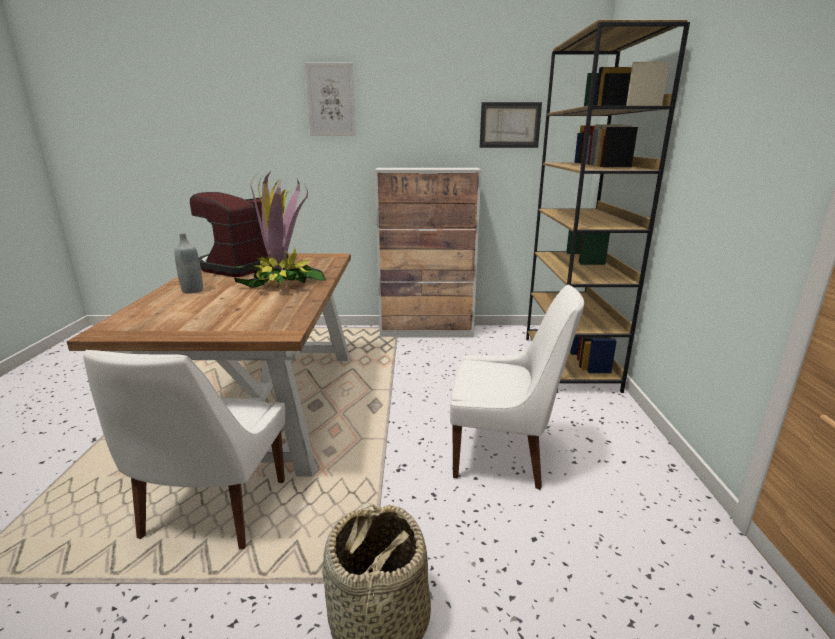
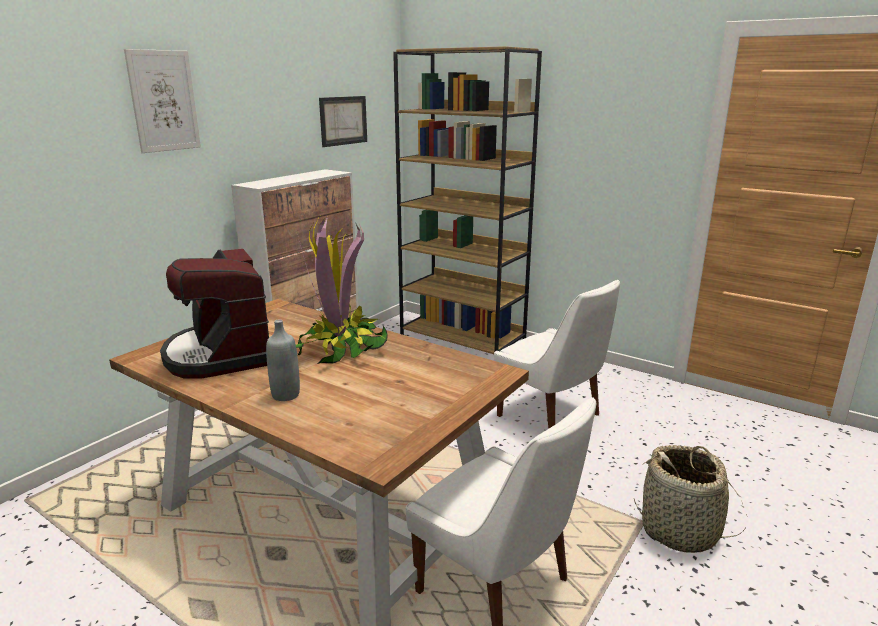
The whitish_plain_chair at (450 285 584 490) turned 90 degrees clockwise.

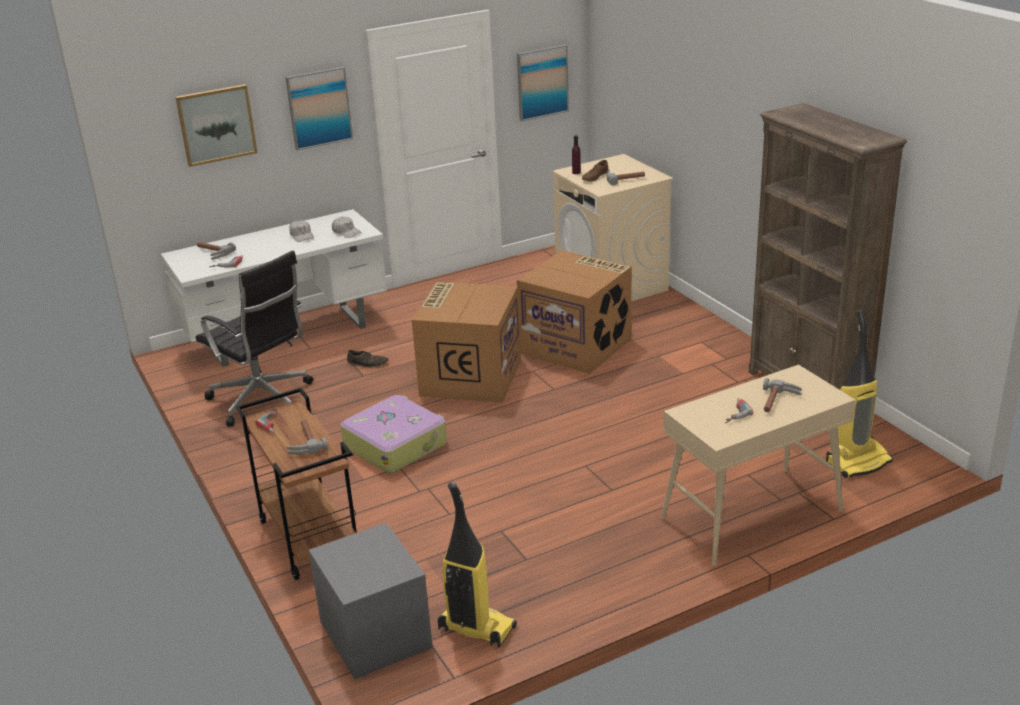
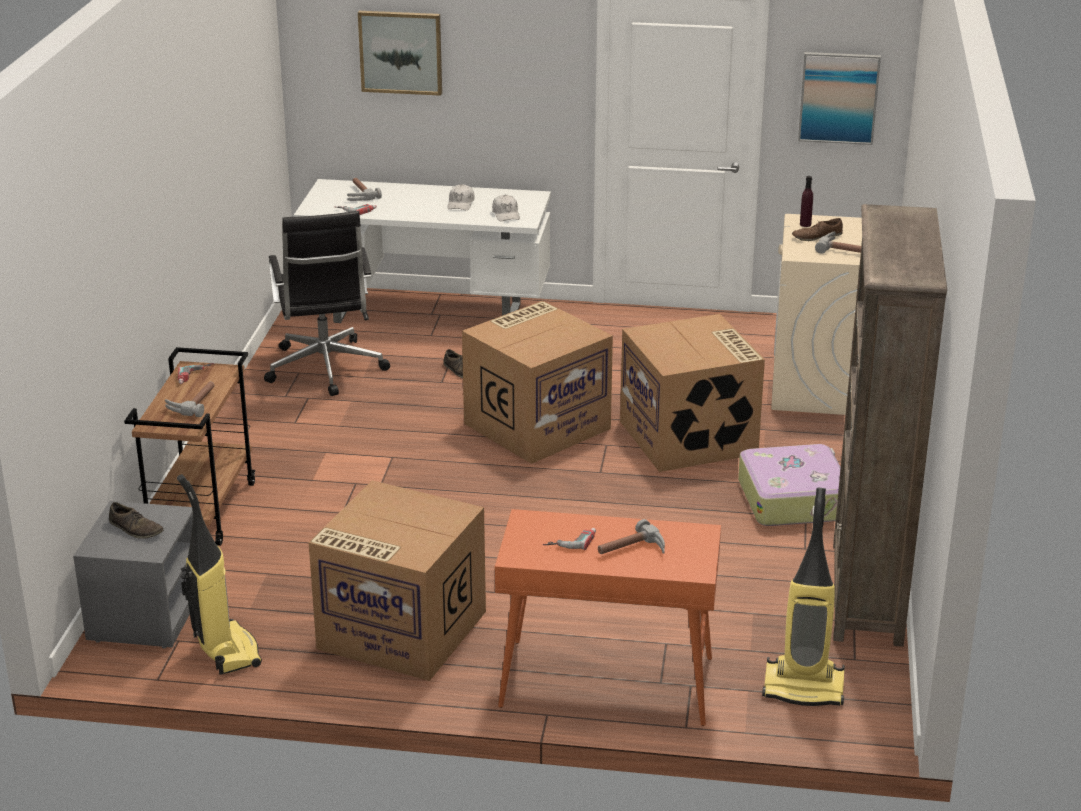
The brown-coloured_low_shoe at (109 502 164 539) appeared.
The cardboard_box at (309 480 486 681) appeared.
The beige_console_table at (661 365 856 566) became the orange-coloured_console_table at (495 509 721 726).
The suitcase moved from (340 395 447 473) to (738 444 841 526).
The picture at (285 67 353 151) disappeared.

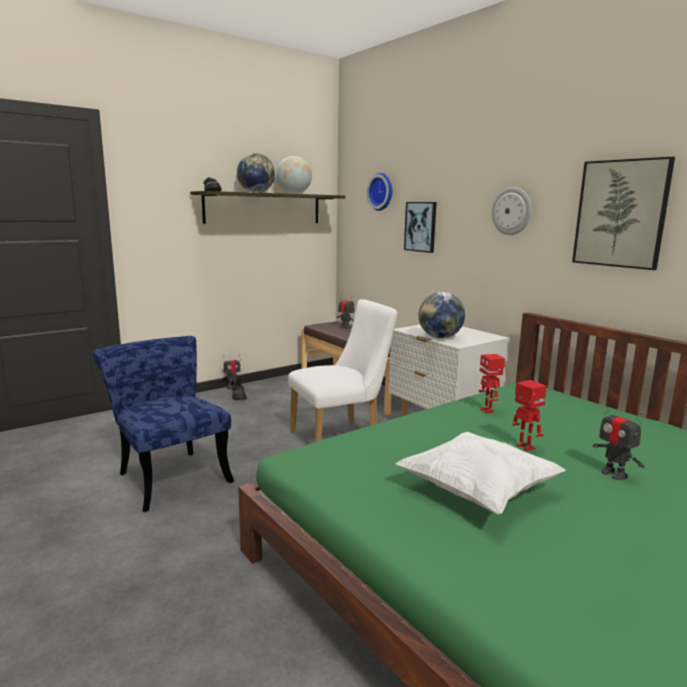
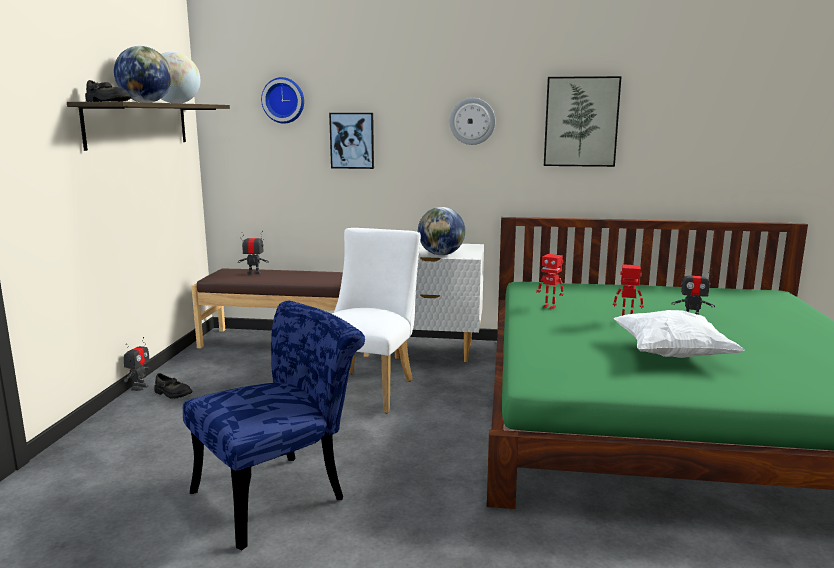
The bluish_plain_chair at (92 336 234 512) turned 135 degrees clockwise.

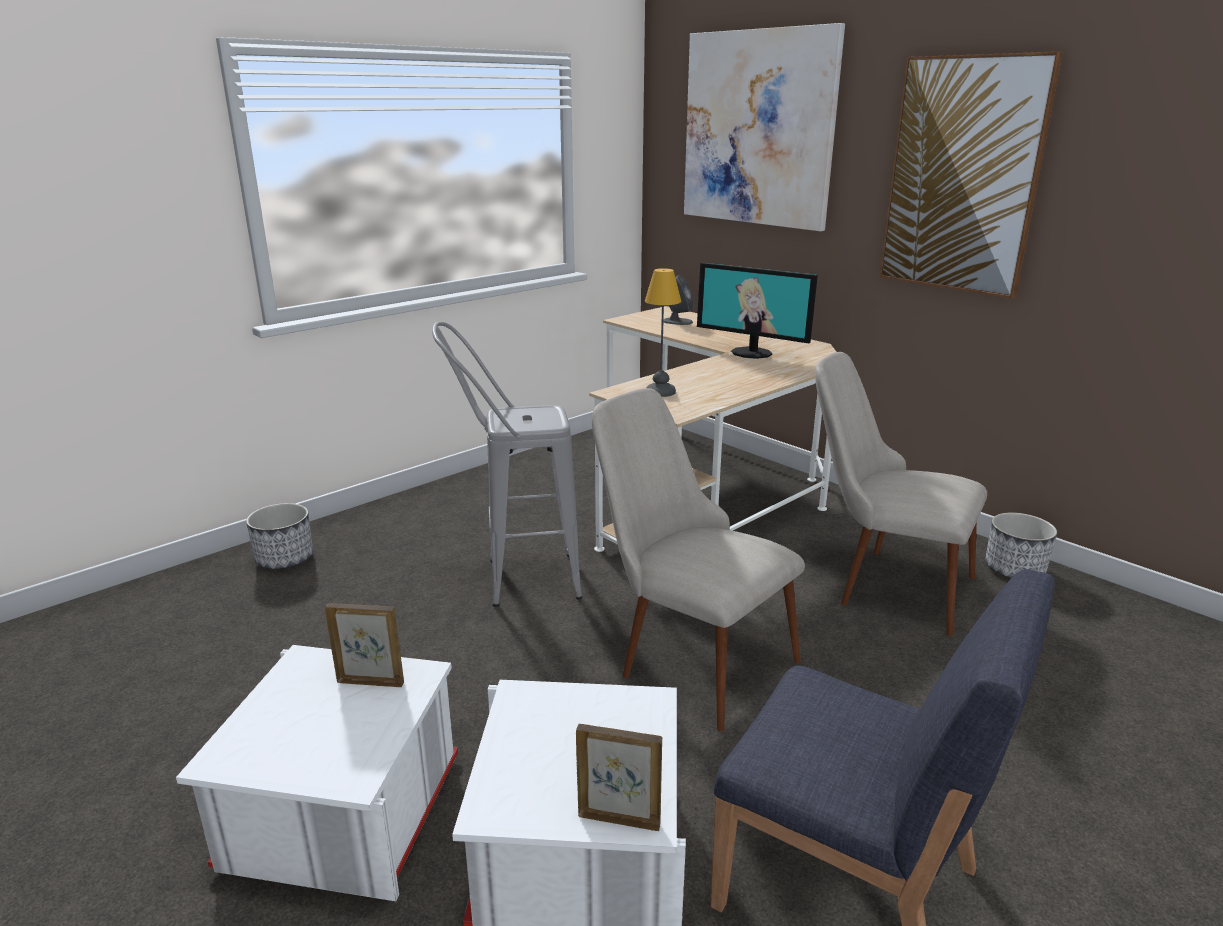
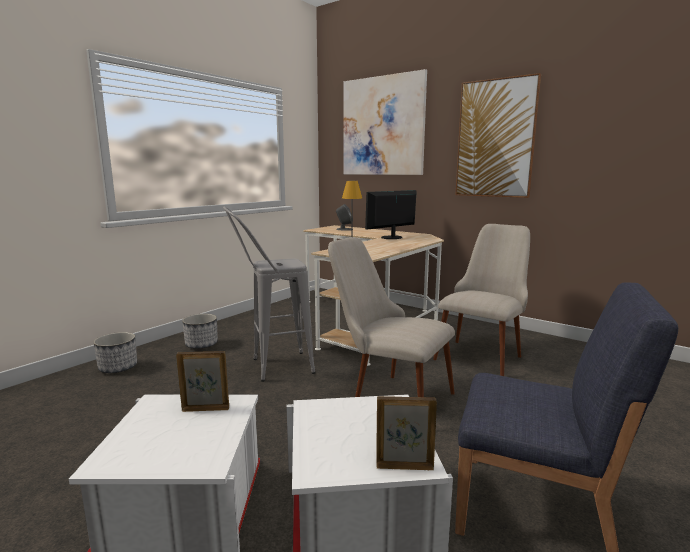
The flower_pot moved from (985 513 1057 578) to (182 314 218 349).
The monitor at (697 263 818 359) turned 120 degrees clockwise.
The beige_plain_chair at (815 352 987 636) turned 105 degrees clockwise.

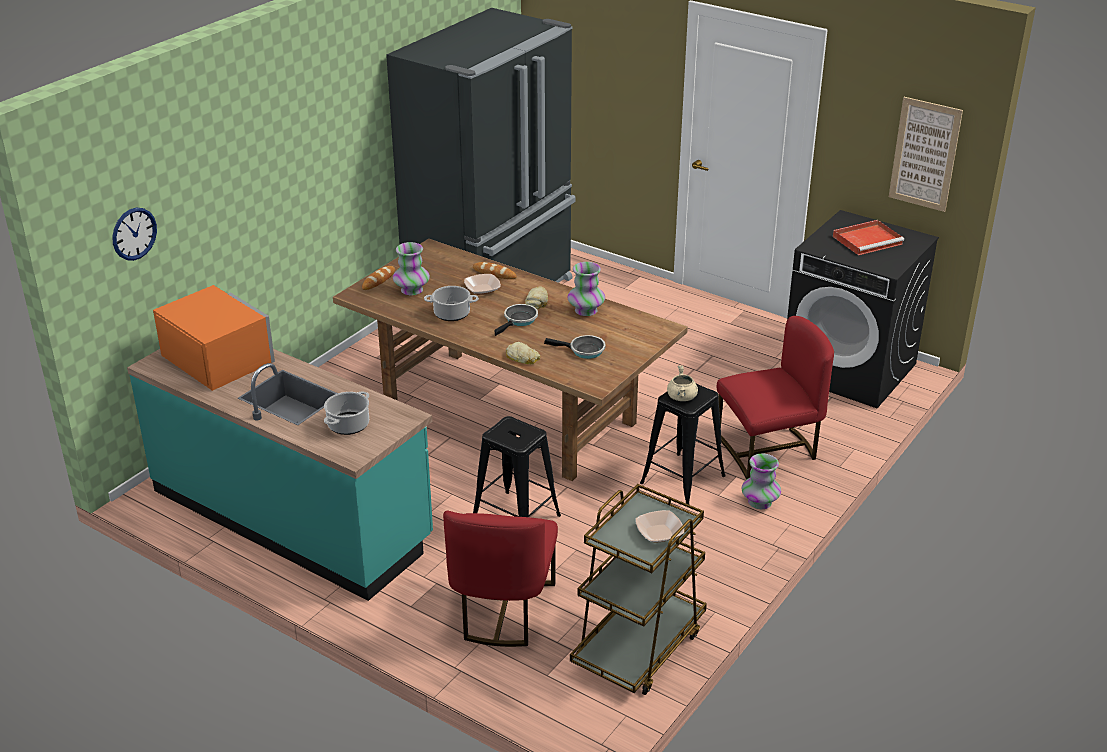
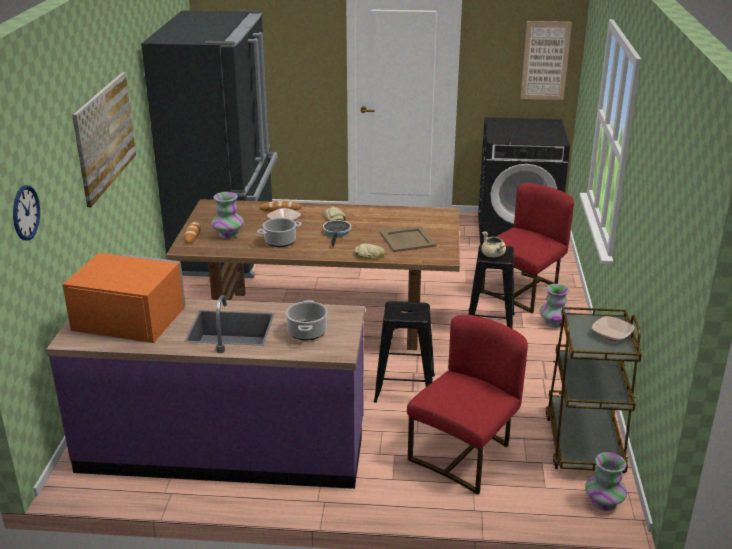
The turquoise-coloured_kitchen_counter at (127 349 433 601) became the purple_kitchen_counter at (46 295 365 489).
The picture at (72 72 136 207) appeared.
The frying_pan at (544 335 606 359) was replaced by the beige_carrying_tray at (380 226 436 252).
The red_plain_chair at (443 511 558 647) turned 120 degrees counterclockwise.
The decorative_vase moved from (568 262 605 316) to (585 452 627 511).
The red_carrying_tray at (833 220 904 255) disappeared.

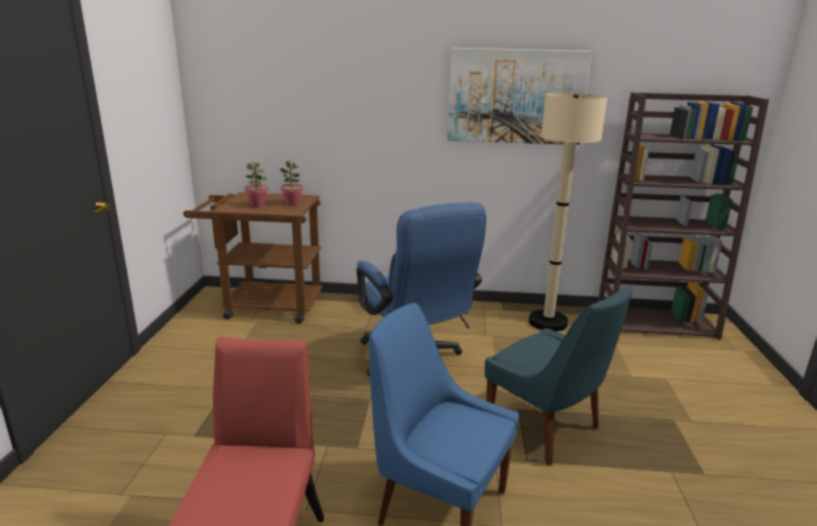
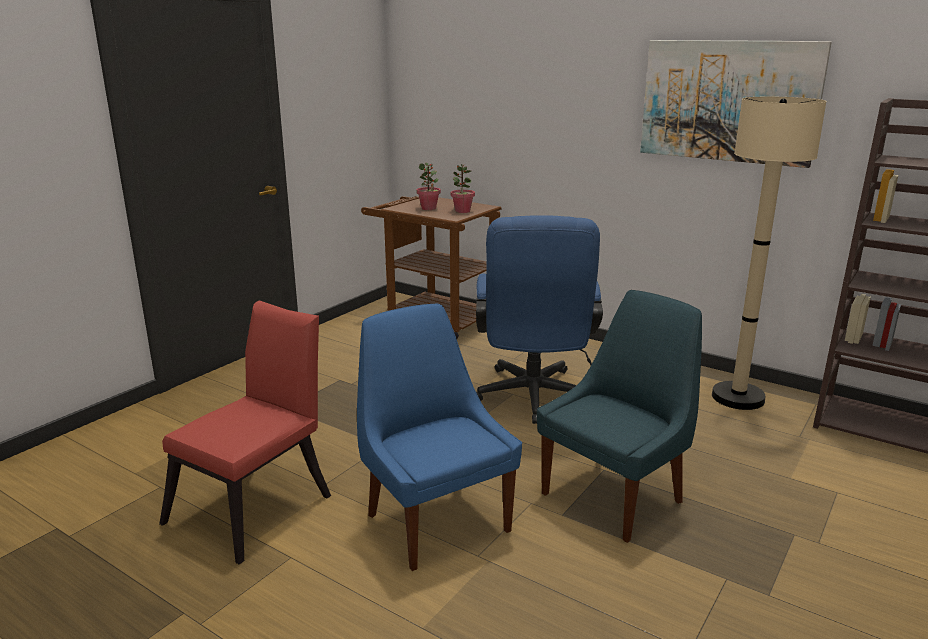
The bluish_plain_chair at (485 286 632 466) turned 120 degrees counterclockwise.

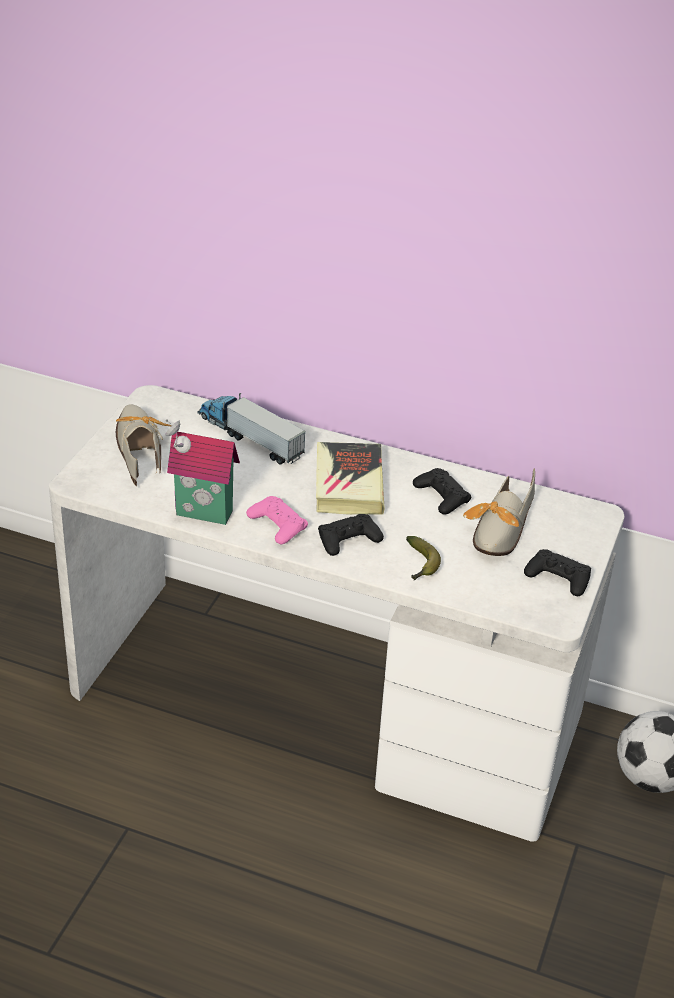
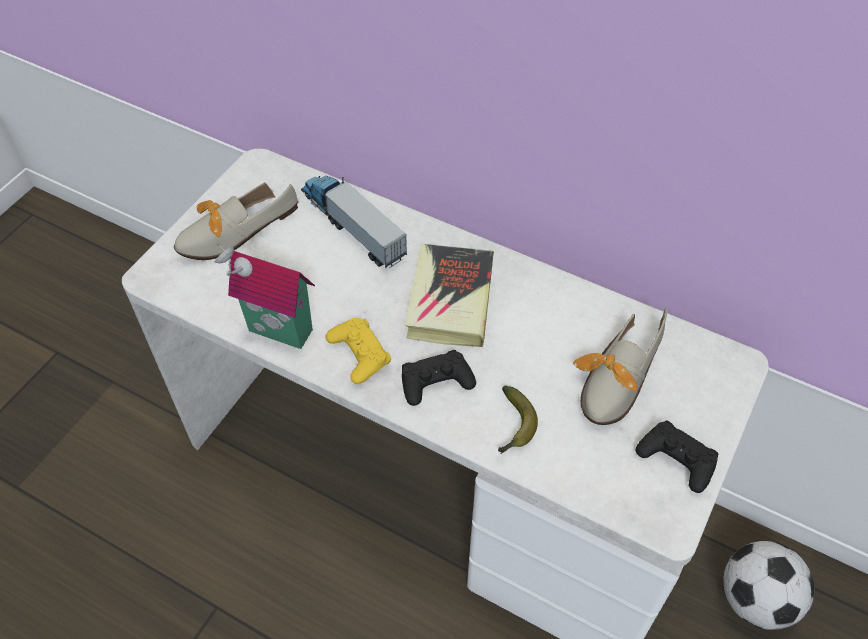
The low_shoe at (116 404 172 487) turned 120 degrees counterclockwise.
The pink_joypad at (246 496 308 544) became the yellowish_joypad at (326 318 391 384).
The blackish_joypad at (413 468 471 515) disappeared.

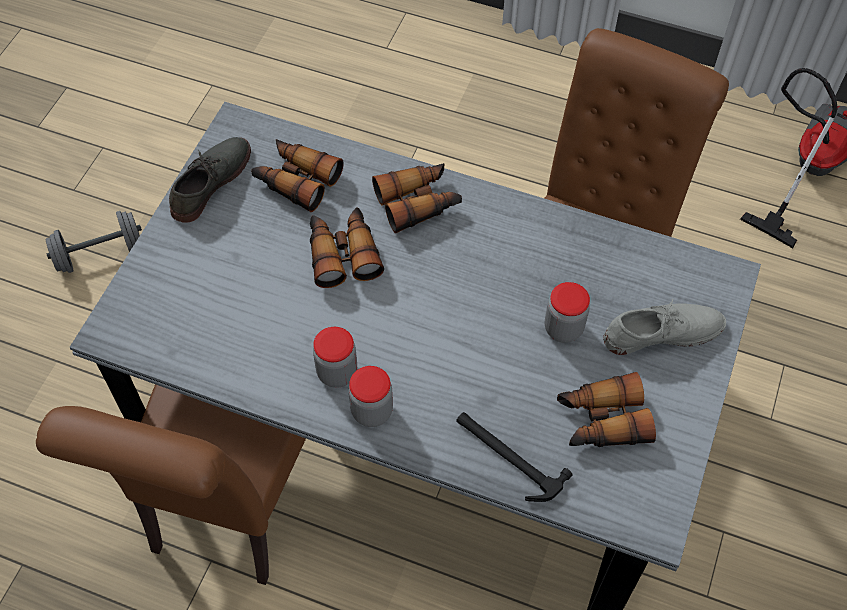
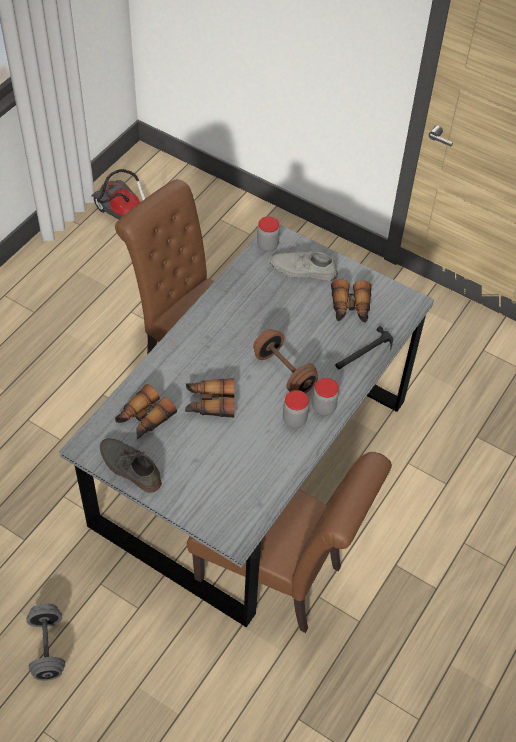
The brown-coloured_hand_weight at (253 329 318 393) appeared.
The storage_jar moved from (545 282 590 343) to (257 216 280 252).
The grey_low_shoe at (603 299 726 355) turned 75 degrees counterclockwise.
The binoculars at (372 163 462 233) disappeared.

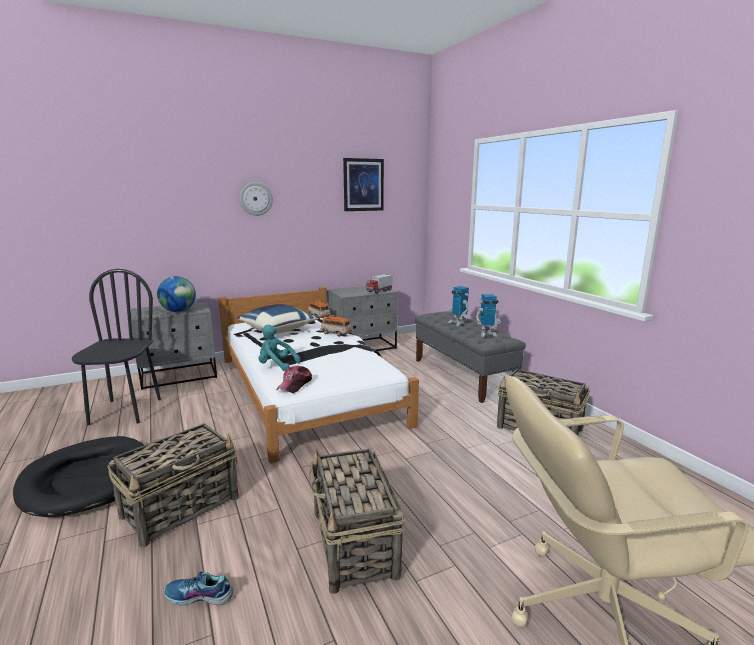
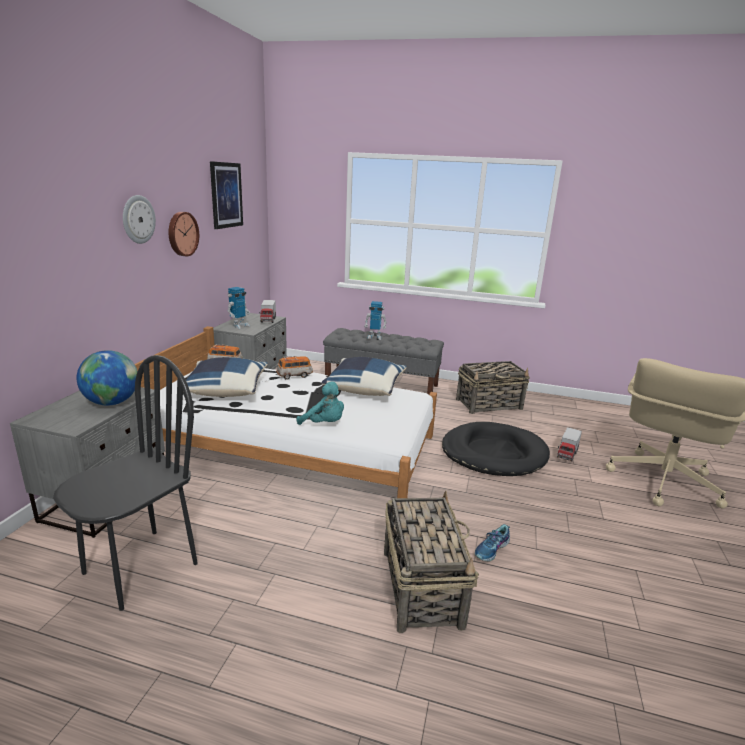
The blackish_plain_chair at (72 269 161 425) turned 90 degrees clockwise.
The wall_clock at (169 212 199 256) appeared.
The model_robot moved from (475 294 501 337) to (227 287 250 329).
The turquoise-coloured_plush_toy at (259 325 301 371) turned 120 degrees counterclockwise.
The bluish_pillow at (321 357 406 396) appeared.
The blackish_dog_bed moved from (13 436 144 517) to (442 422 550 476).
The low_shoe moved from (164 572 234 605) to (475 524 510 561).
The model_truck at (557 427 582 461) appeared.
The baseball_cap at (276 366 312 393) disappeared.
The household_basket at (309 449 404 594) disappeared.

